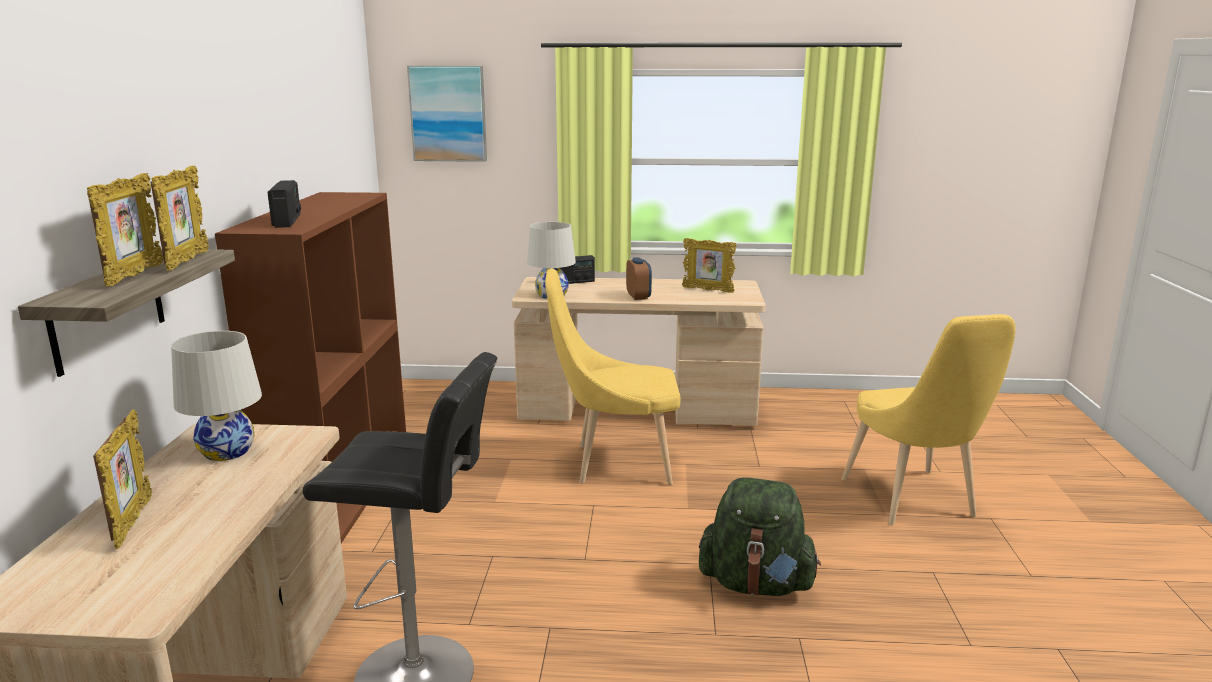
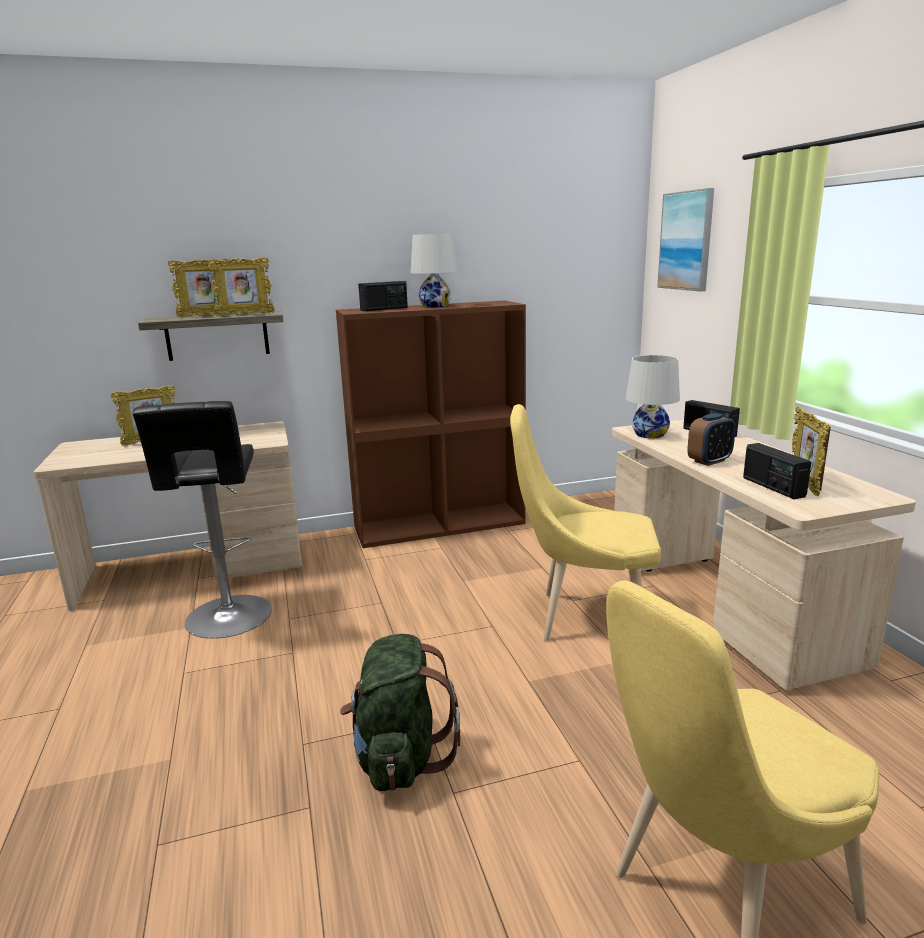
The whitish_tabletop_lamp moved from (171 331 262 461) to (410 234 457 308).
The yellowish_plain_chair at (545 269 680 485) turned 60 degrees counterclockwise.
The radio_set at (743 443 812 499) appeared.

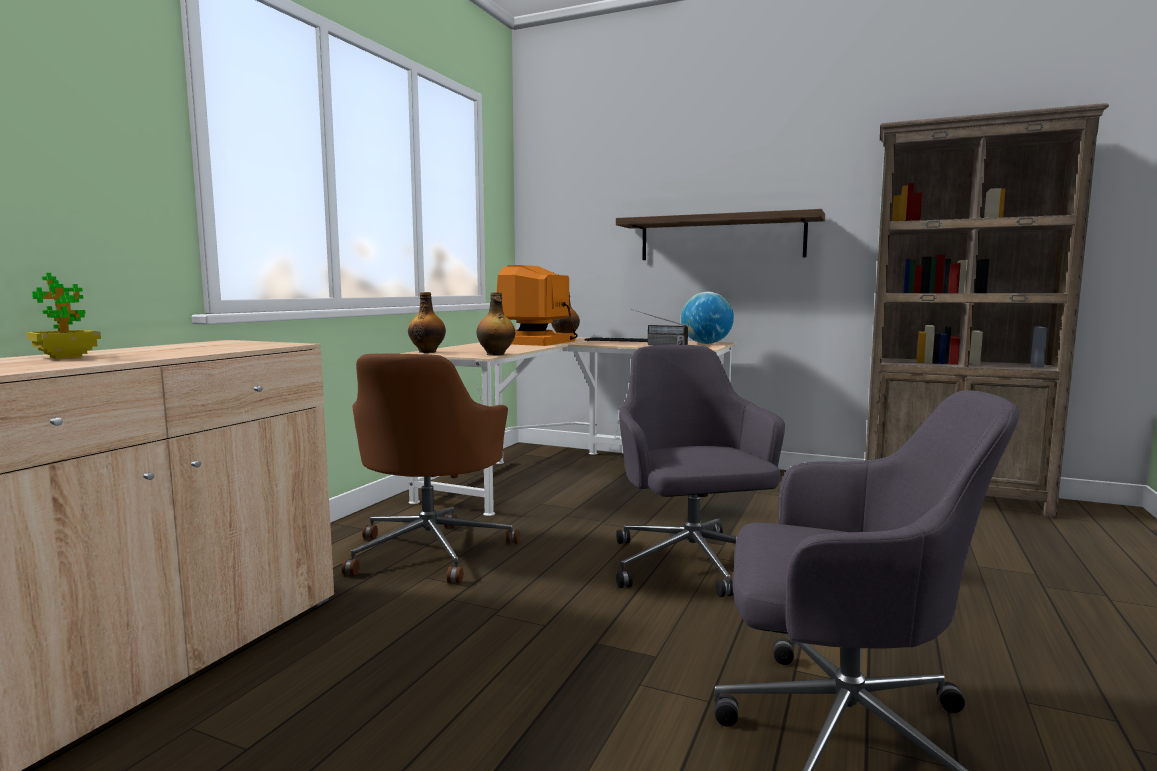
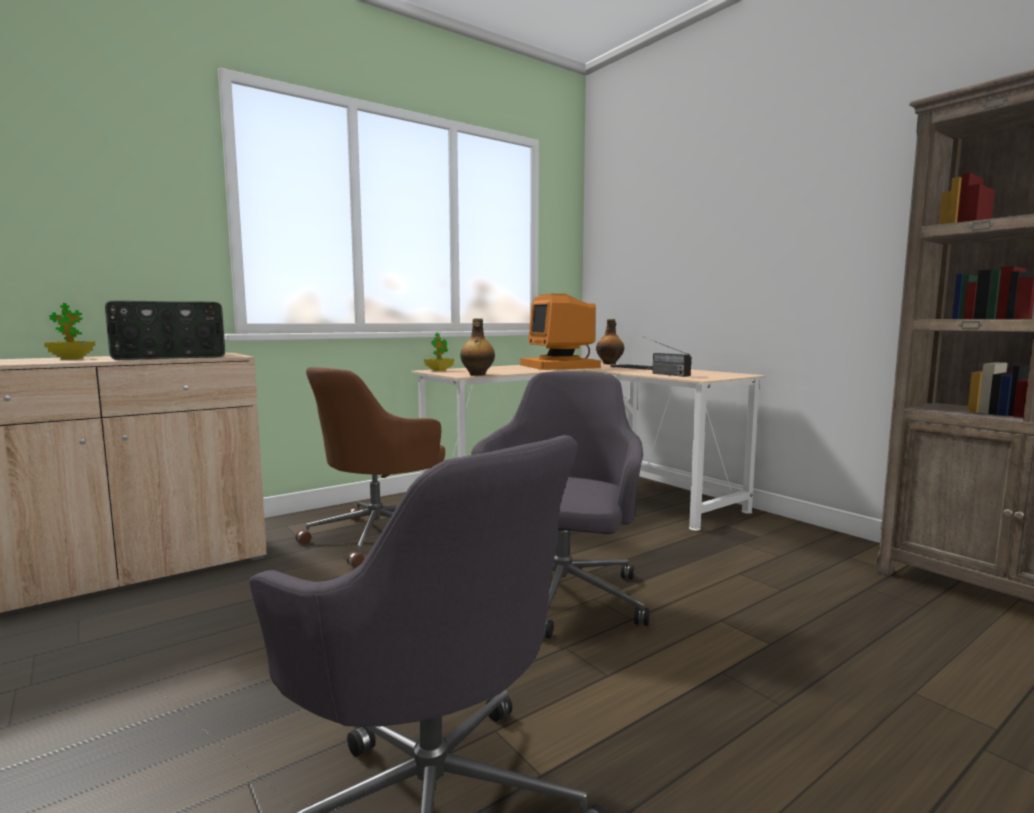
The radio_set at (105 300 225 360) appeared.
The beverage_bottle at (408 292 446 353) was replaced by the plant_in_a_pot at (424 333 454 371).
The monitor at (497 265 578 346) turned 75 degrees counterclockwise.
The bracket_shelf at (616 209 825 260) disappeared.
The desk_globe at (681 291 734 344) disappeared.

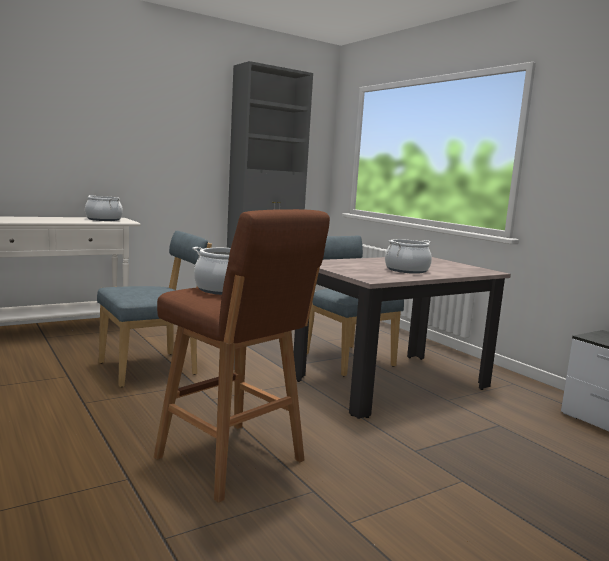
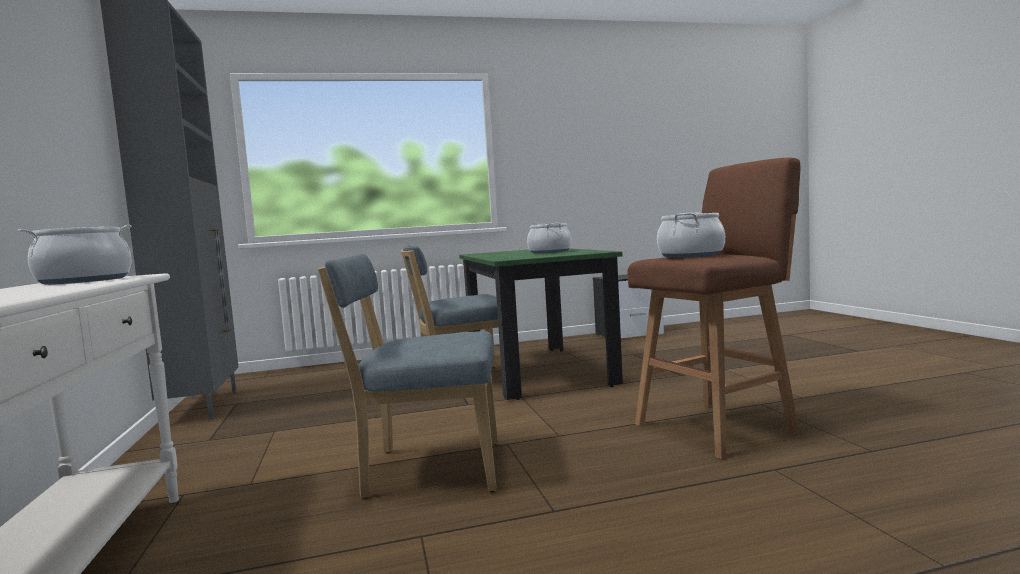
The bluish_plain_chair at (97 231 212 387) turned 75 degrees counterclockwise.
The beige_kitchen_table at (294 257 511 419) became the green-coloured_kitchen_table at (459 248 623 400).

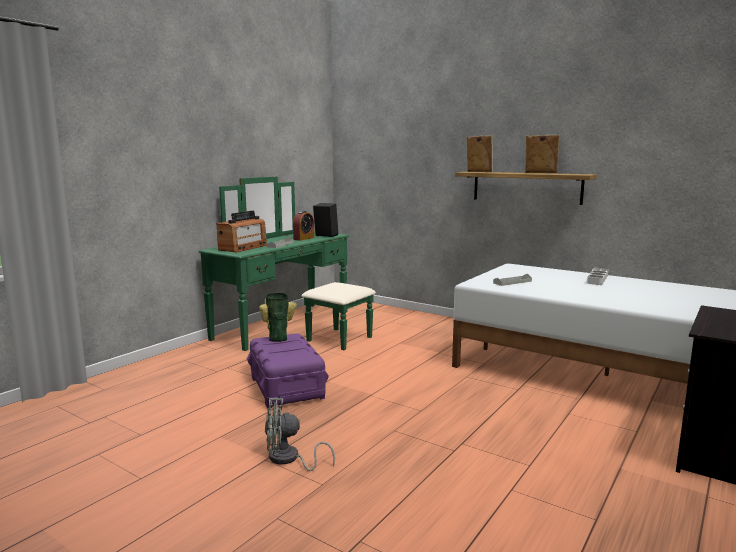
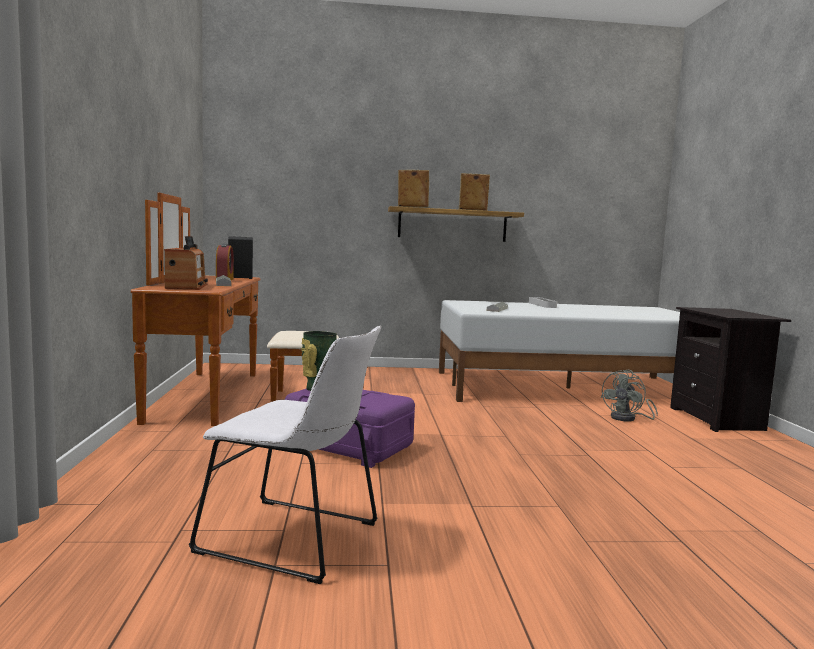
The green-coloured_chest_of_drawers at (199 176 376 351) became the brown-coloured_chest_of_drawers at (131 193 339 426).
The whitish_plain_chair at (189 326 381 584) appeared.
The grey_electric_fan moved from (265 397 335 471) to (601 370 658 422).

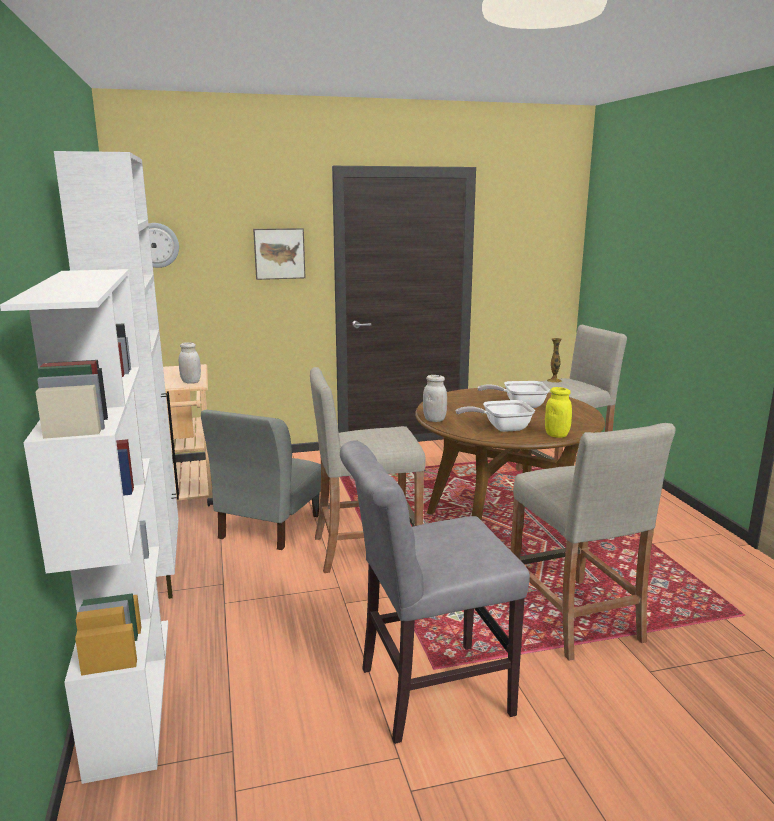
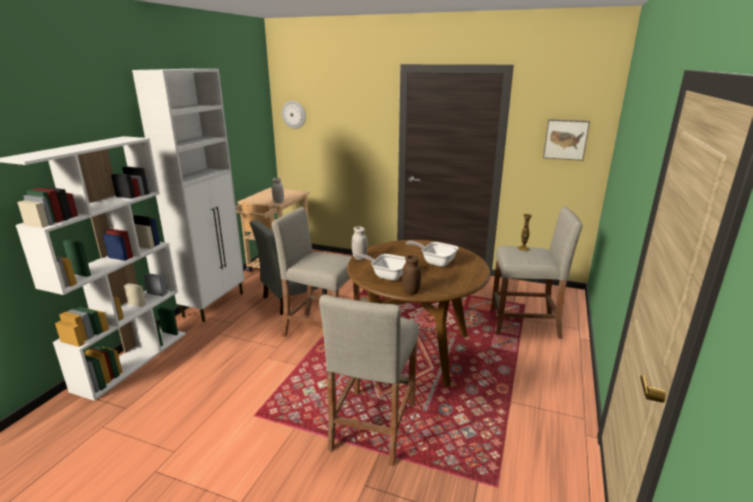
The yellowish_storage_jar at (545 387 572 438) became the brown-coloured_storage_jar at (402 255 421 295).
The picture moved from (253 228 306 280) to (543 119 590 161).
The grey_plain_chair at (340 441 530 744) disappeared.

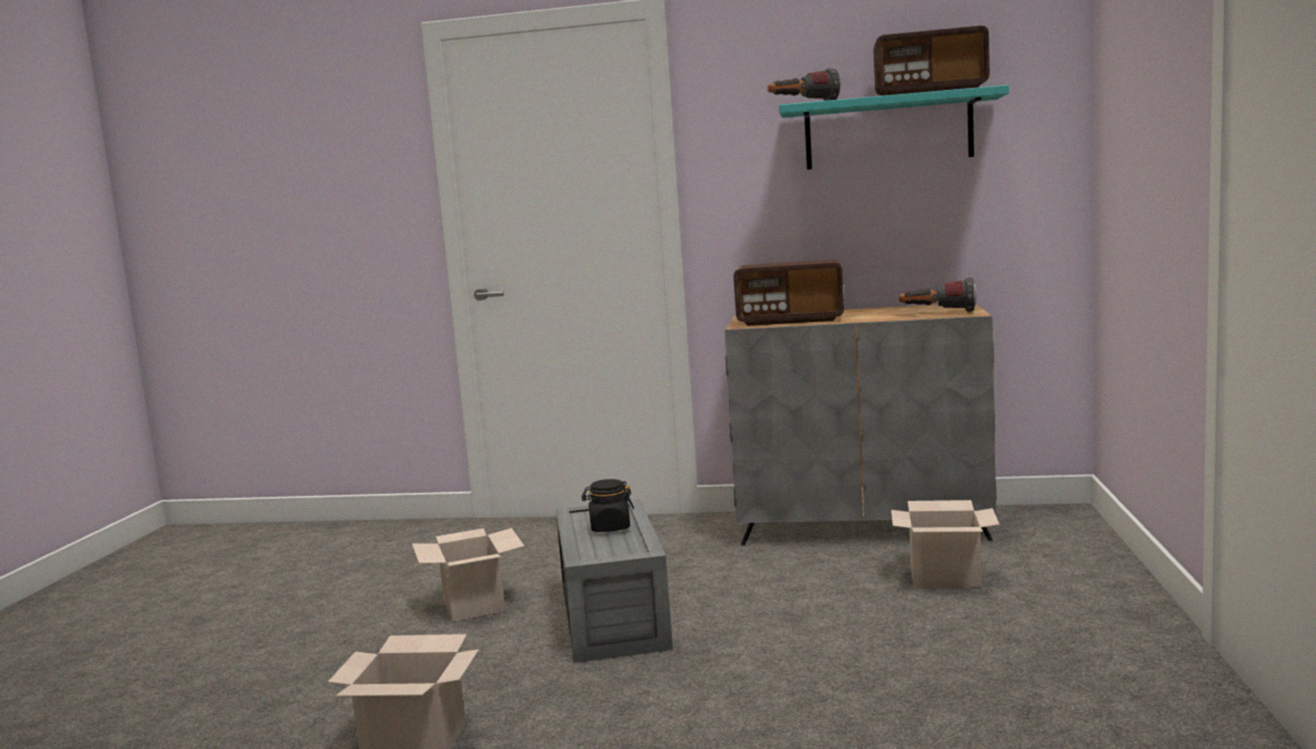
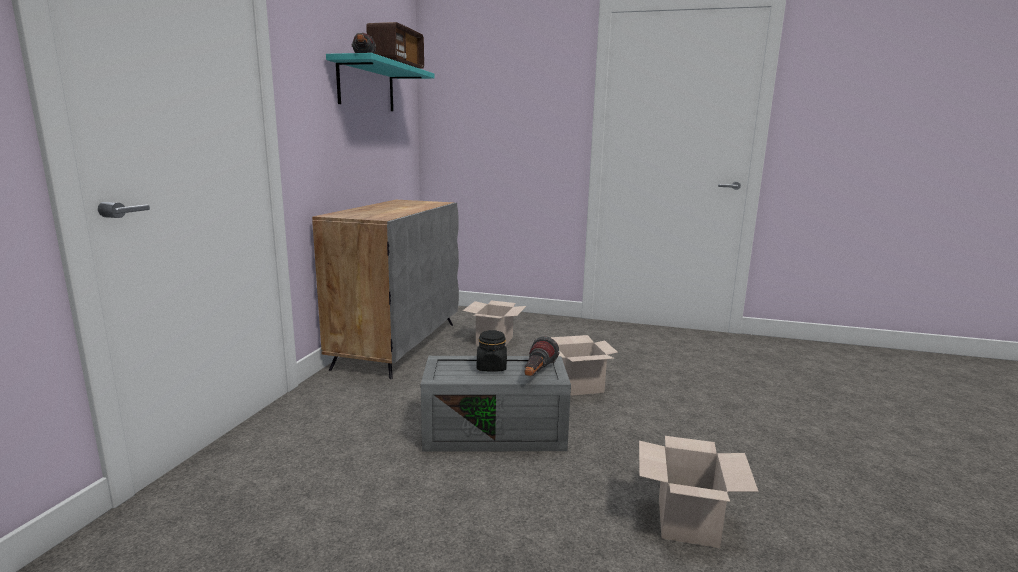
The flashlight moved from (899 277 977 312) to (525 336 559 376).
The cardboard_box moved from (412 528 524 622) to (550 335 618 396).
The radio_set at (734 260 844 326) disappeared.

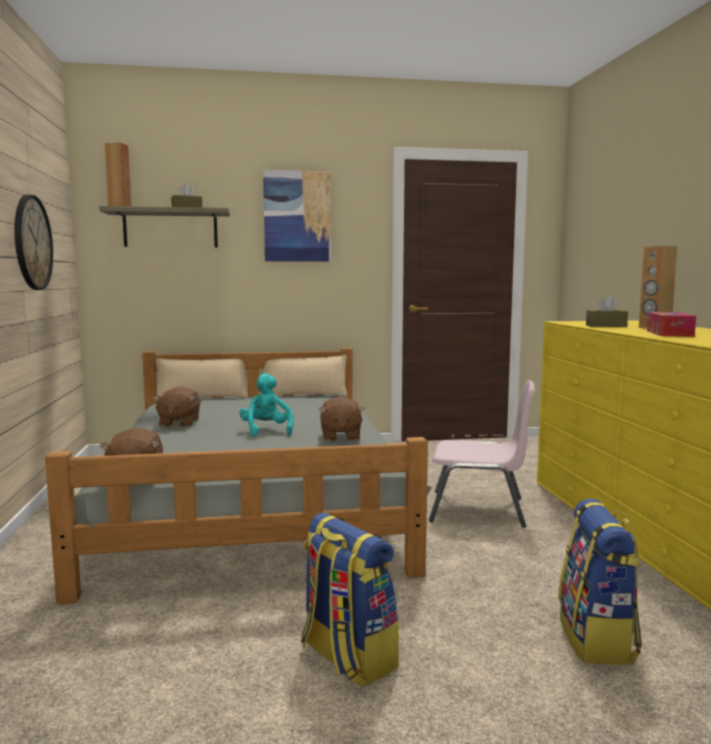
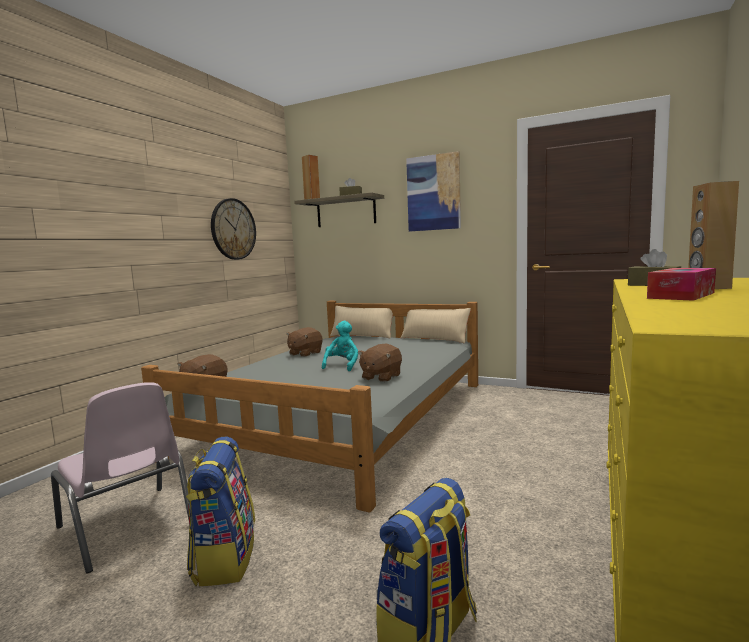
The pink_plain_chair moved from (429 380 535 528) to (51 382 189 574).

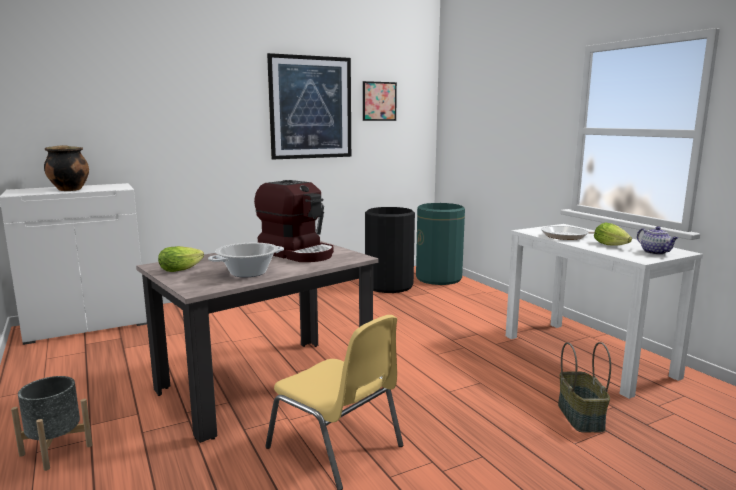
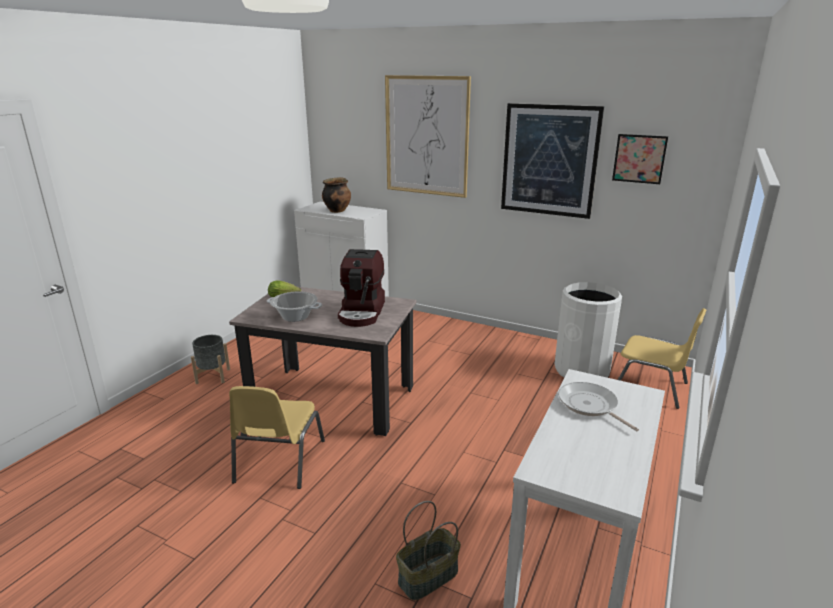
The picture at (385 75 471 198) appeared.
The blackish_waste_bin at (365 207 415 293) became the whitish_waste_bin at (555 282 622 378).
The green-coloured_waste_bin at (416 203 465 285) was replaced by the yellowish_plain_chair at (618 308 706 409).
The head_of_lettuce at (594 222 632 246) disappeared.
The tea_pot at (637 226 678 255) disappeared.

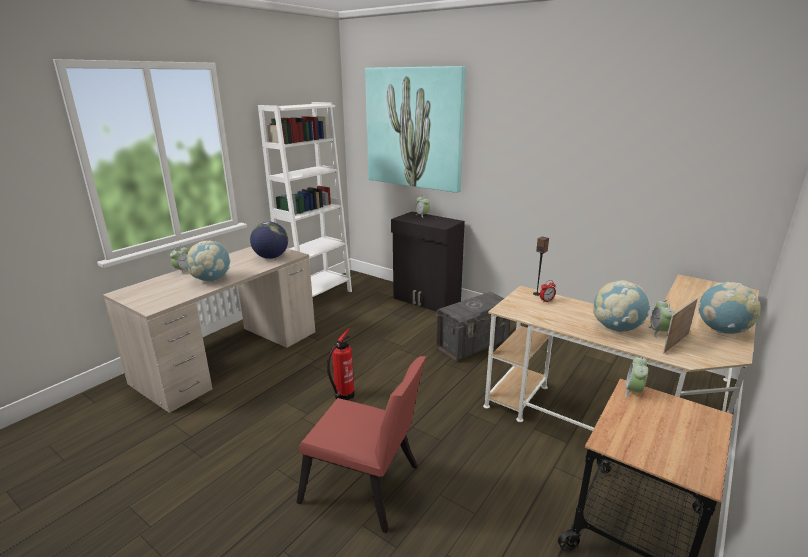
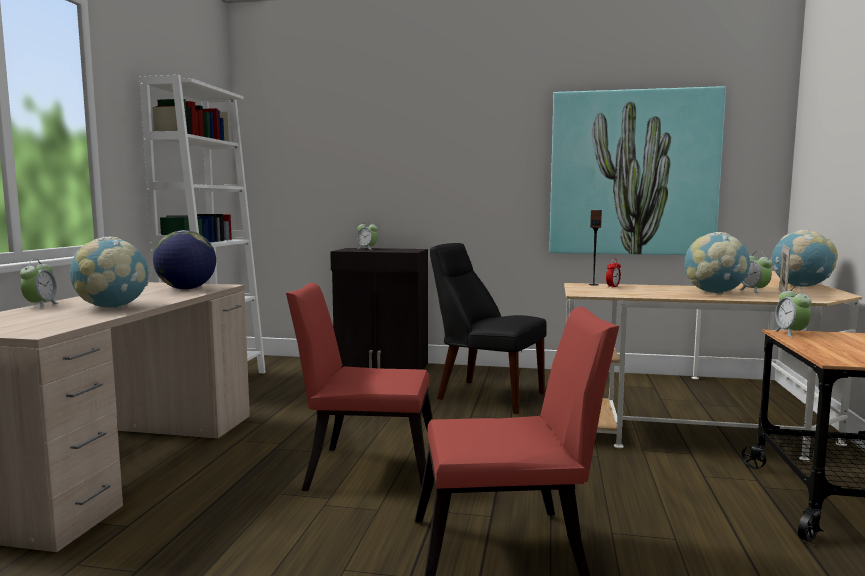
The fire-fighting_cylinder at (327 328 355 400) was replaced by the red_plain_chair at (286 283 433 491).
The grey_storage_container at (435 292 510 362) was replaced by the blackish_plain_chair at (430 243 547 414).
The picture moved from (365 66 466 193) to (549 86 726 255).

